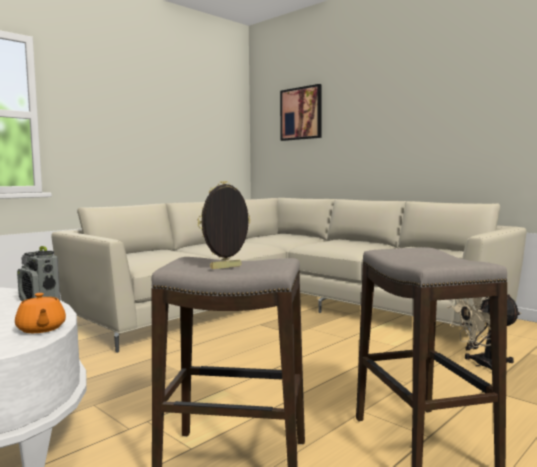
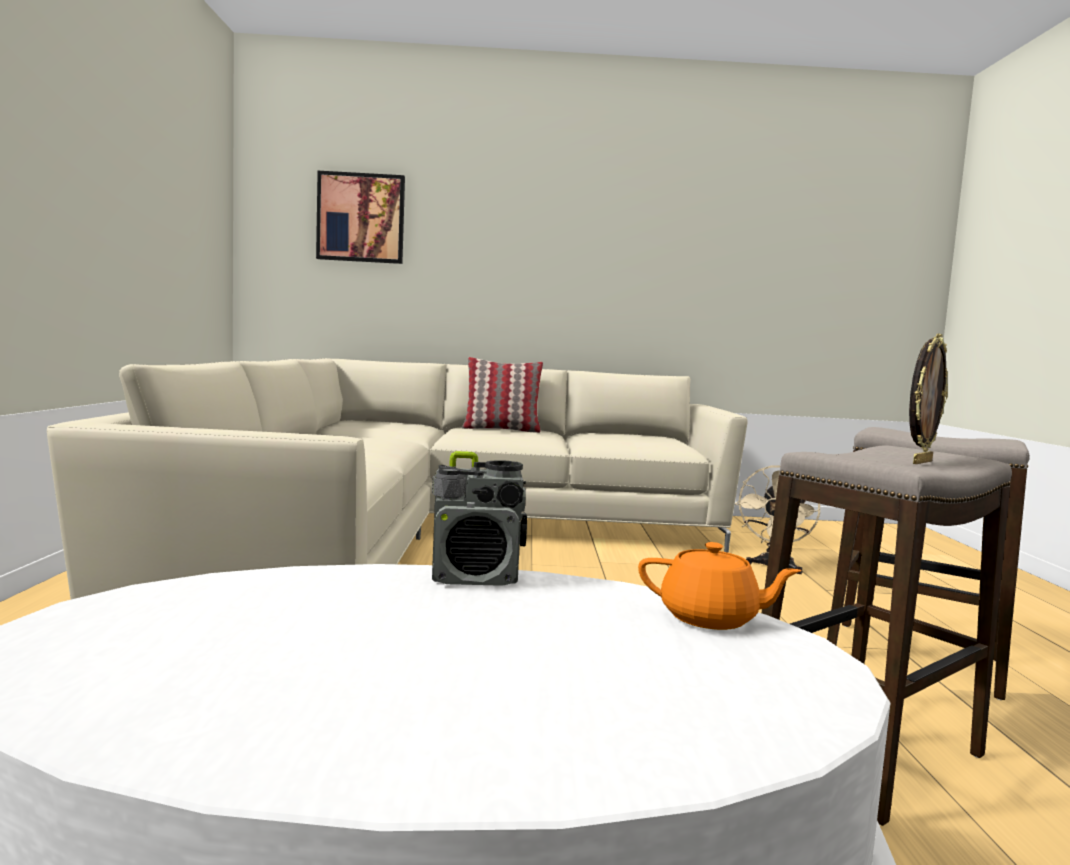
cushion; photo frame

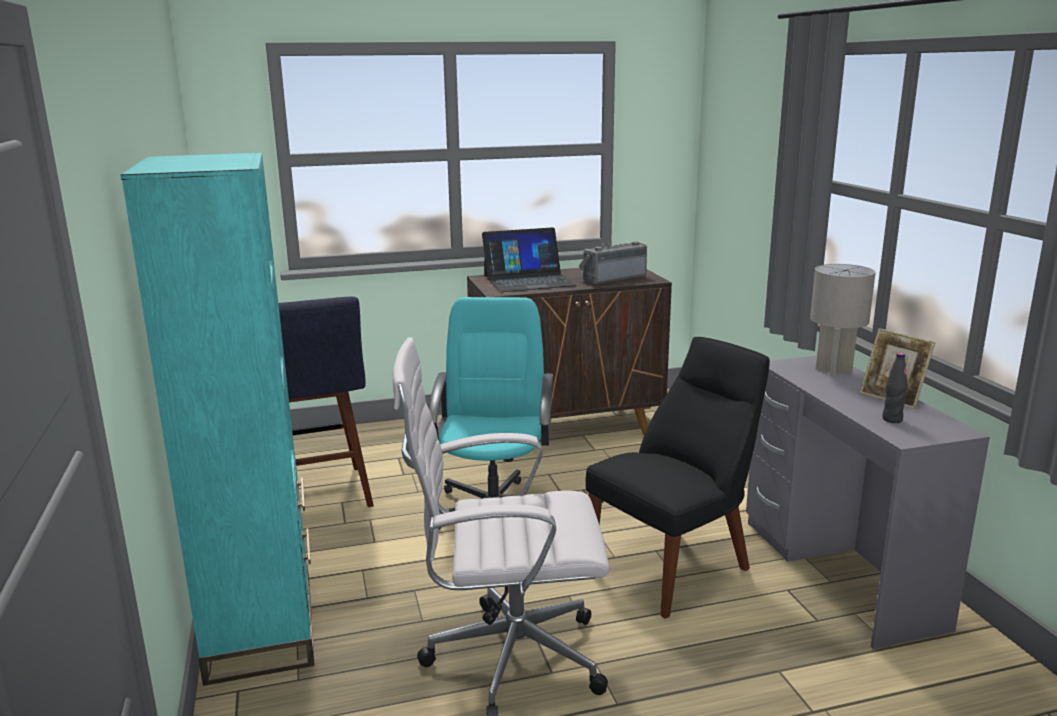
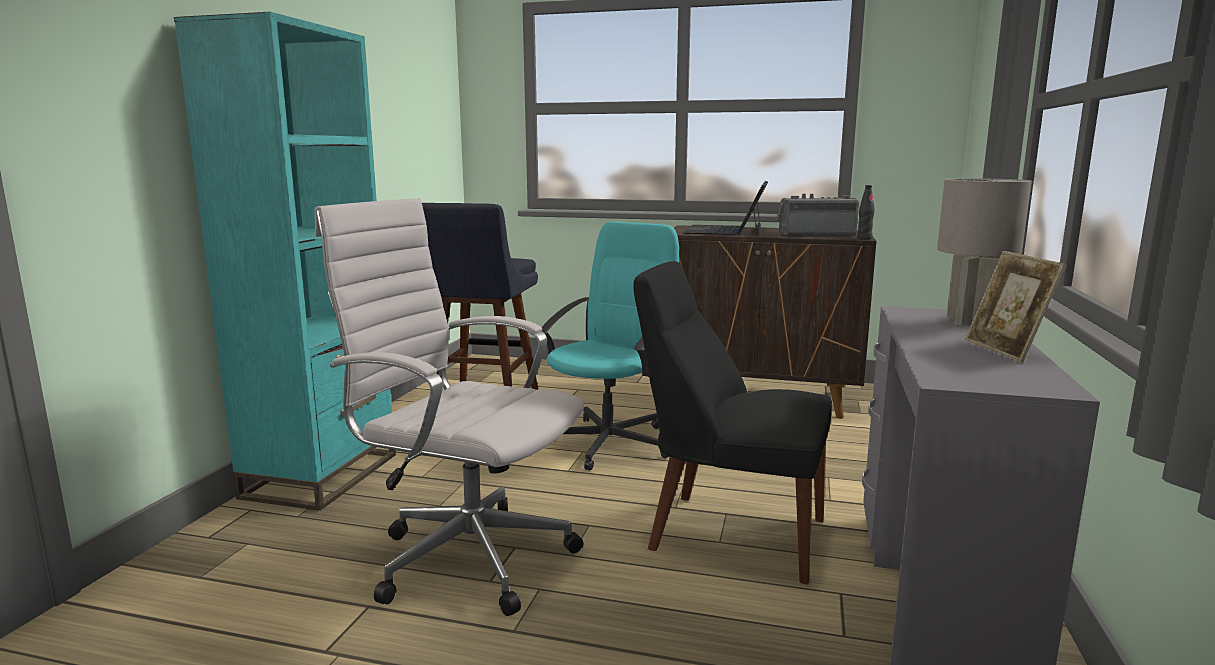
black-coloured drink bottle; portable computer; black-coloured chair

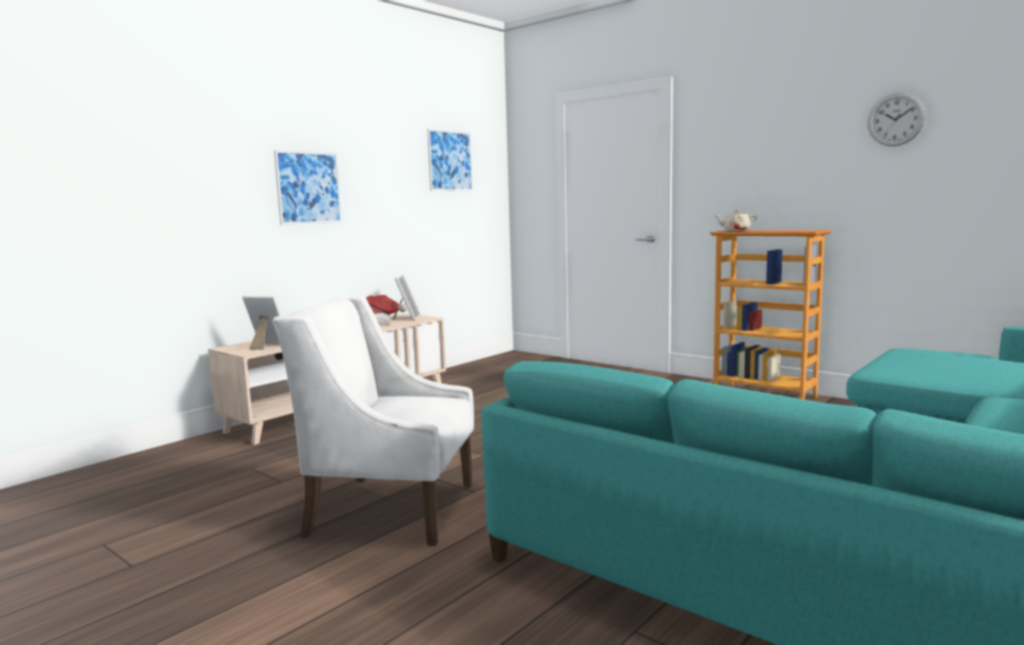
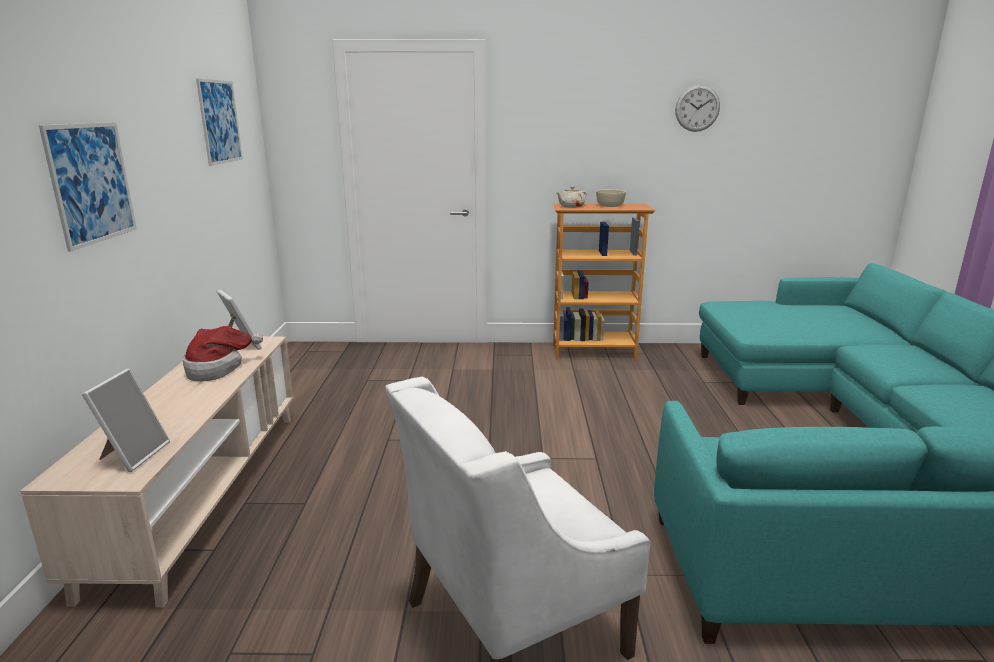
beige bowl; photo frame (1st from left)

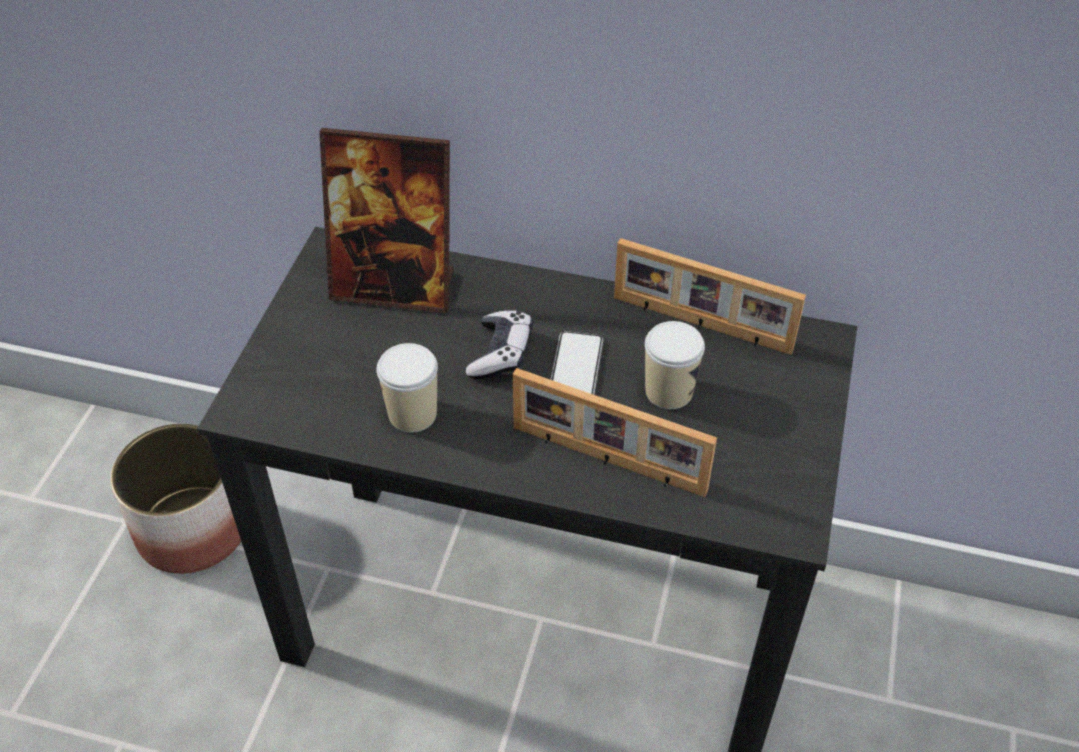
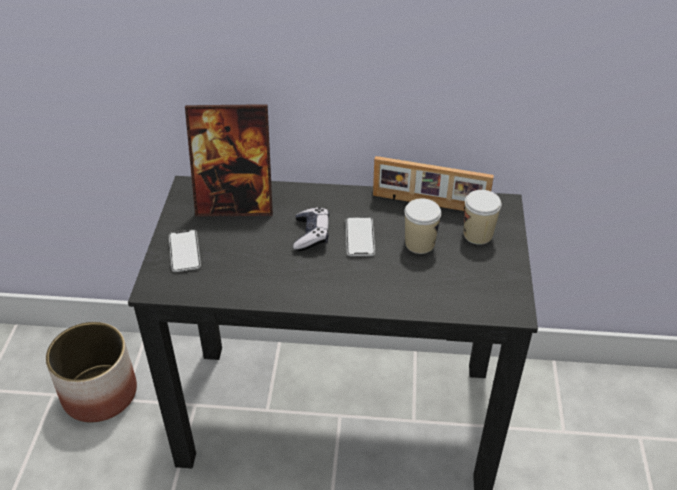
photo frame (2nd from left in the first image); telephone (1st from left); drinking cup (2nd from left)

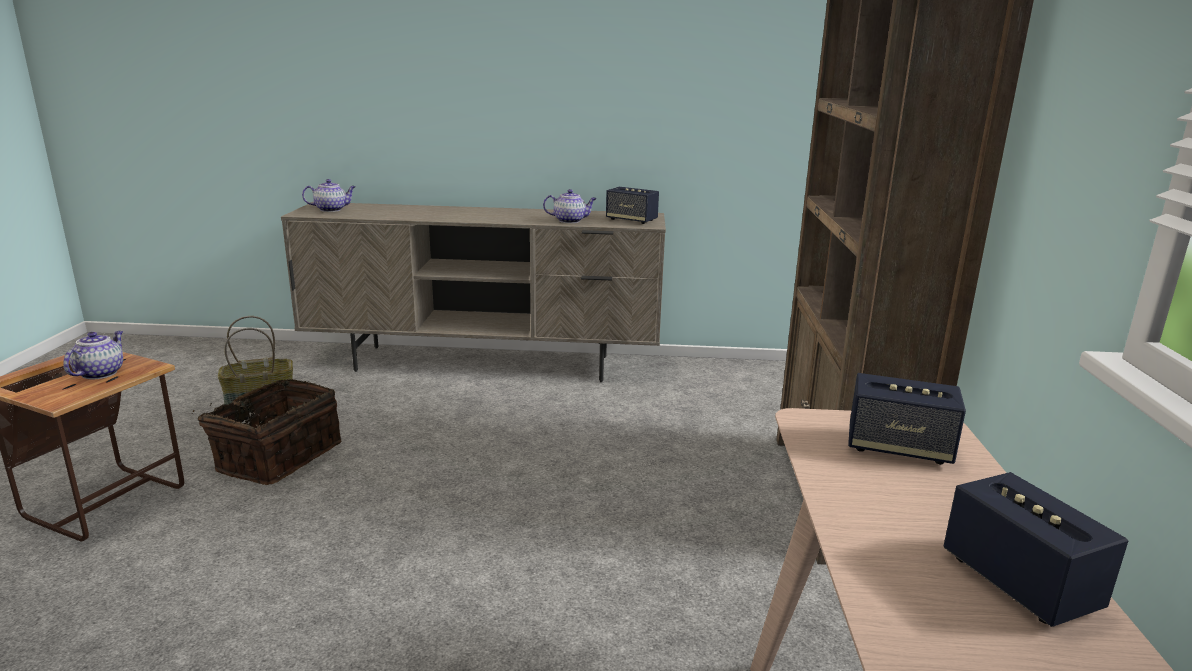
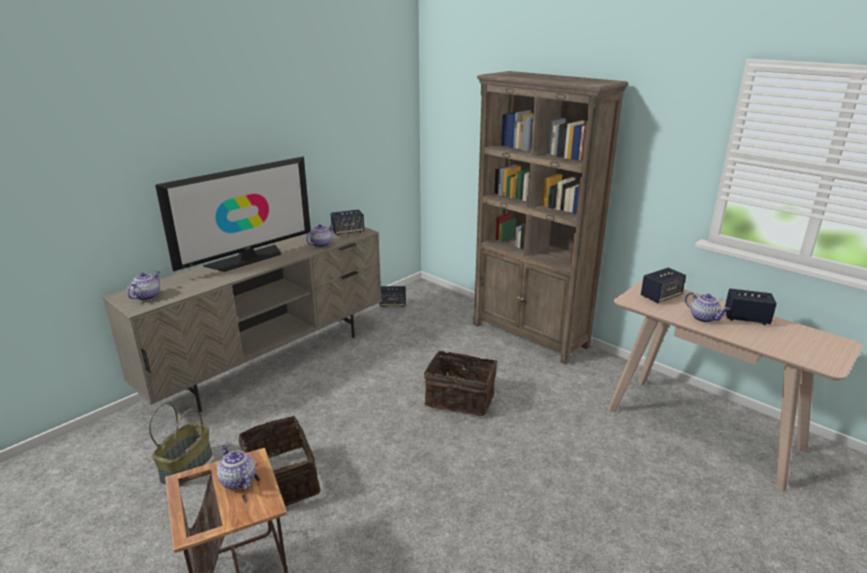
television; speaker (2nd from left); storage basket (3rd from left); tea pot (4th from left)

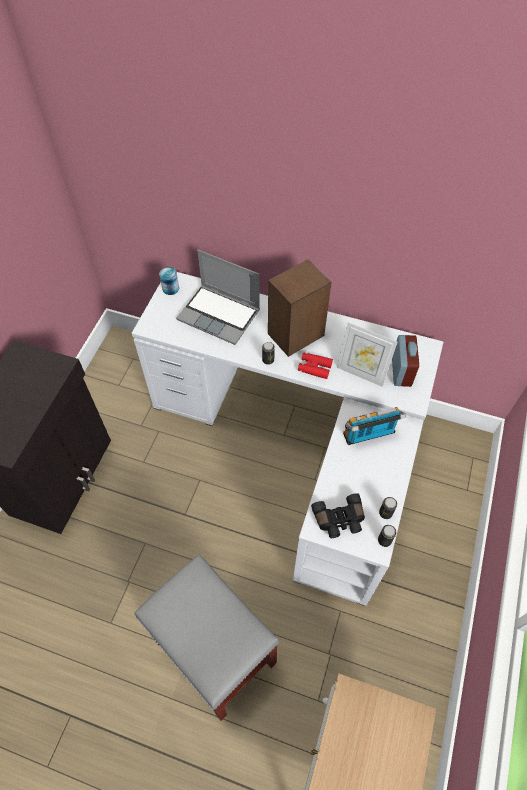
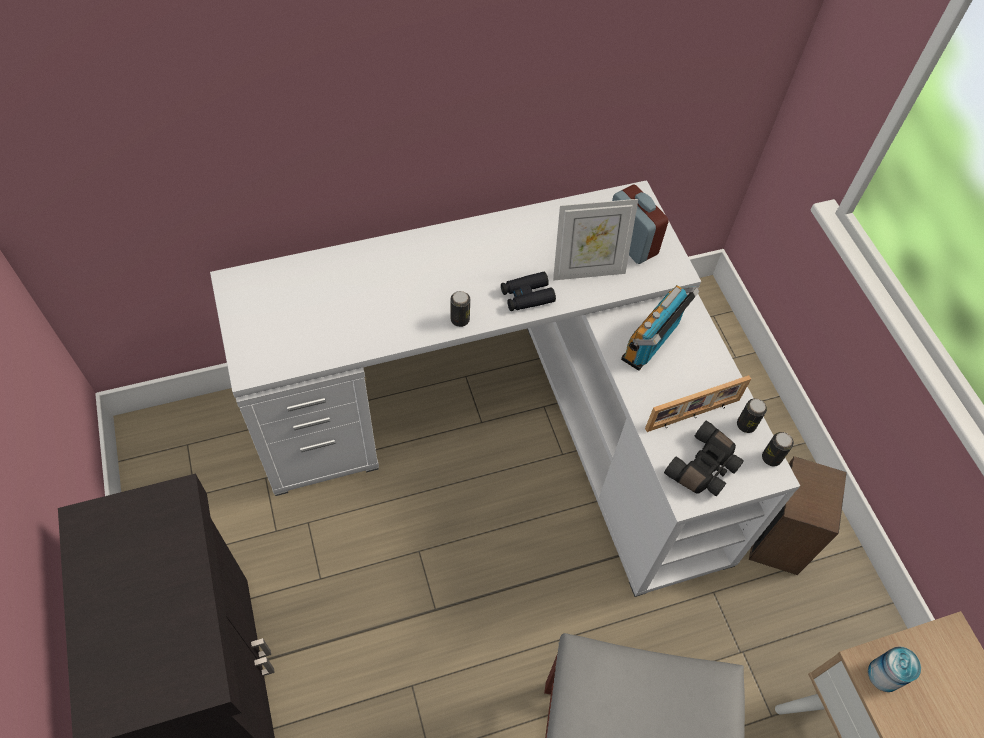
portable computer; photo frame (2nd from left); metal can (4th from left); speaker; black-coloured binoculars (1st from left)

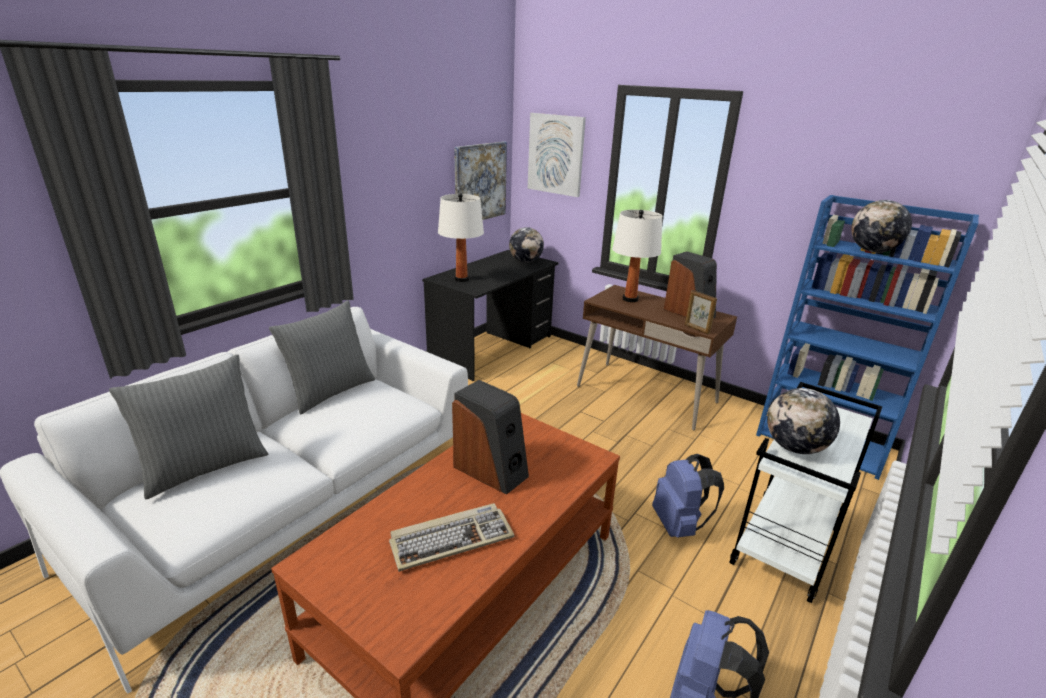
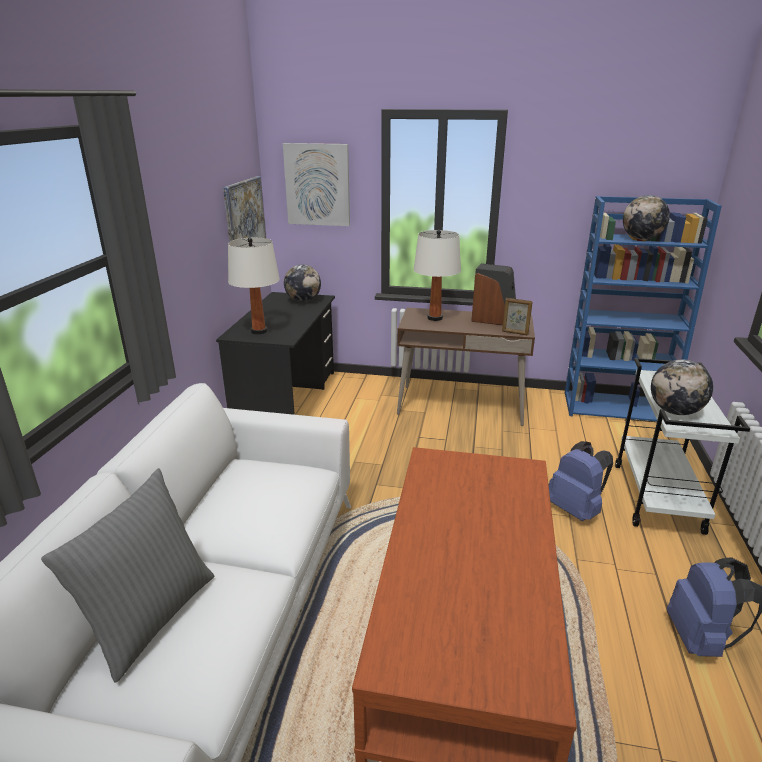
greyish cushion (2nd from left in the first image); computer keyboard; speaker (1st from left in the first image)

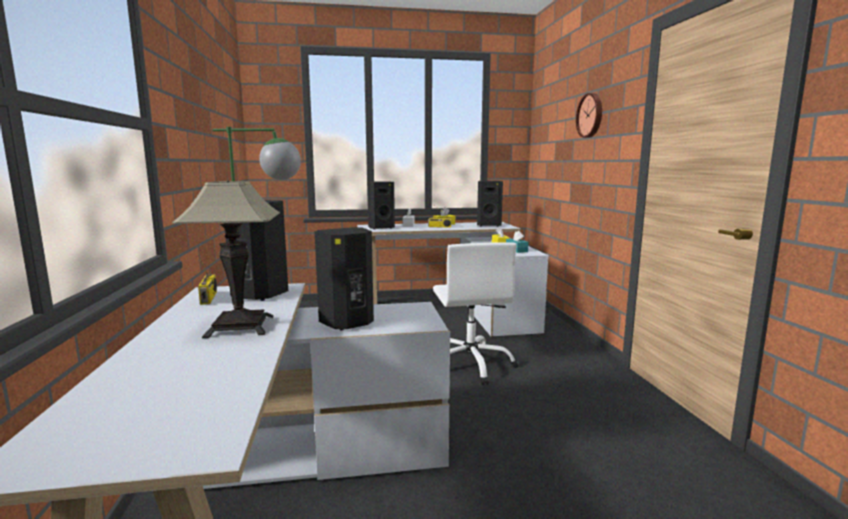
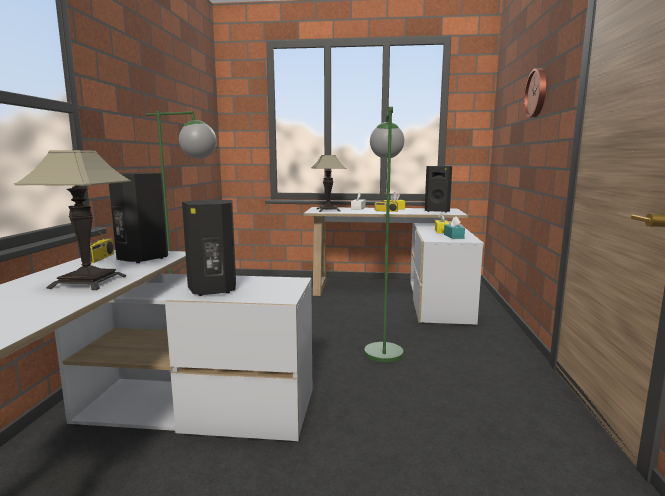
table lamp (2nd from left); greenish standing lamp (2nd from left)

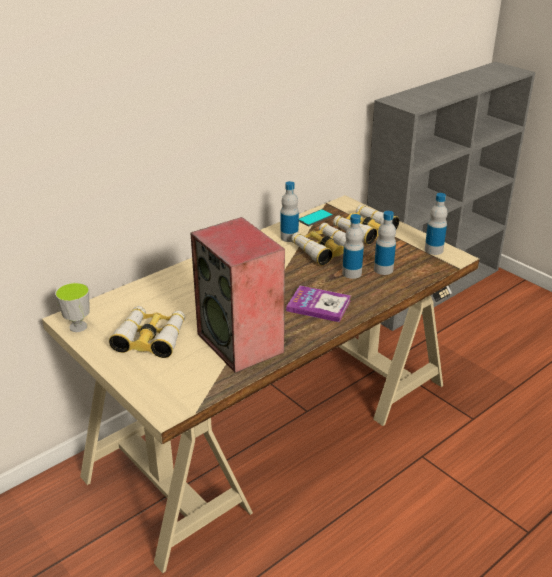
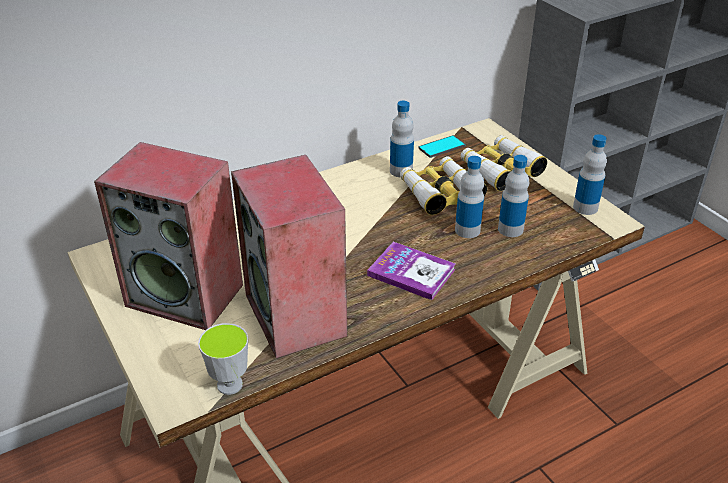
drinking cup; speaker (1st from left)

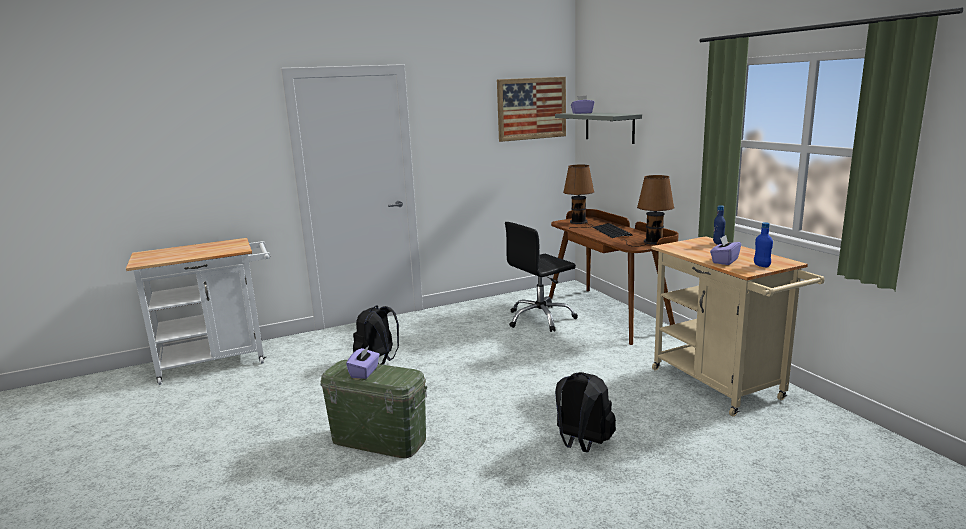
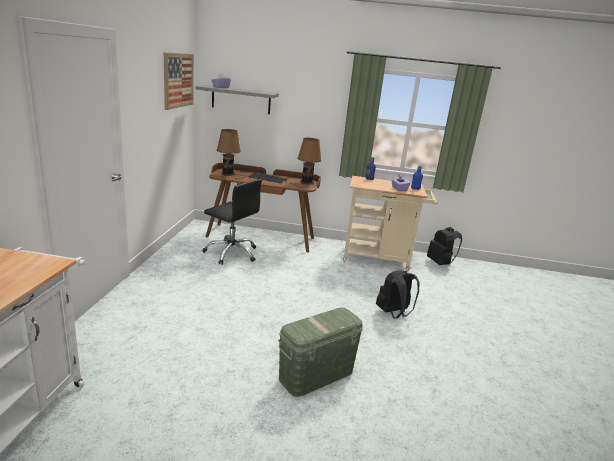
purple-coloured tissue holder (1st from left in the first image); black-coloured rucksack (2nd from left); black-coloured desk chair

